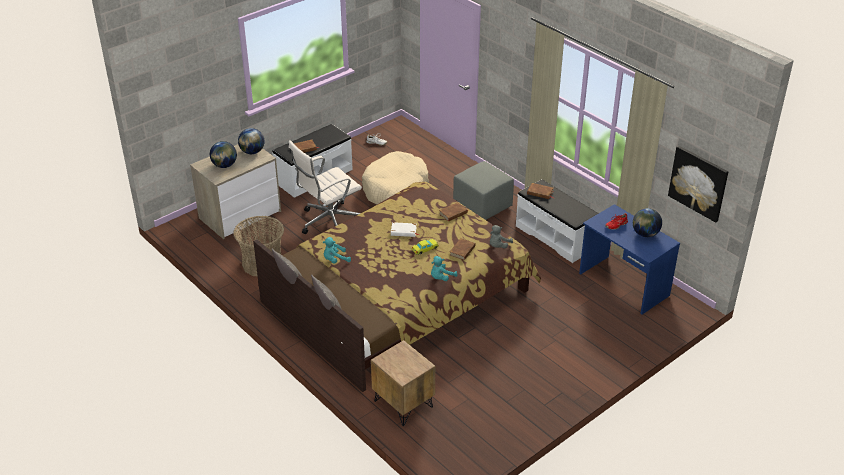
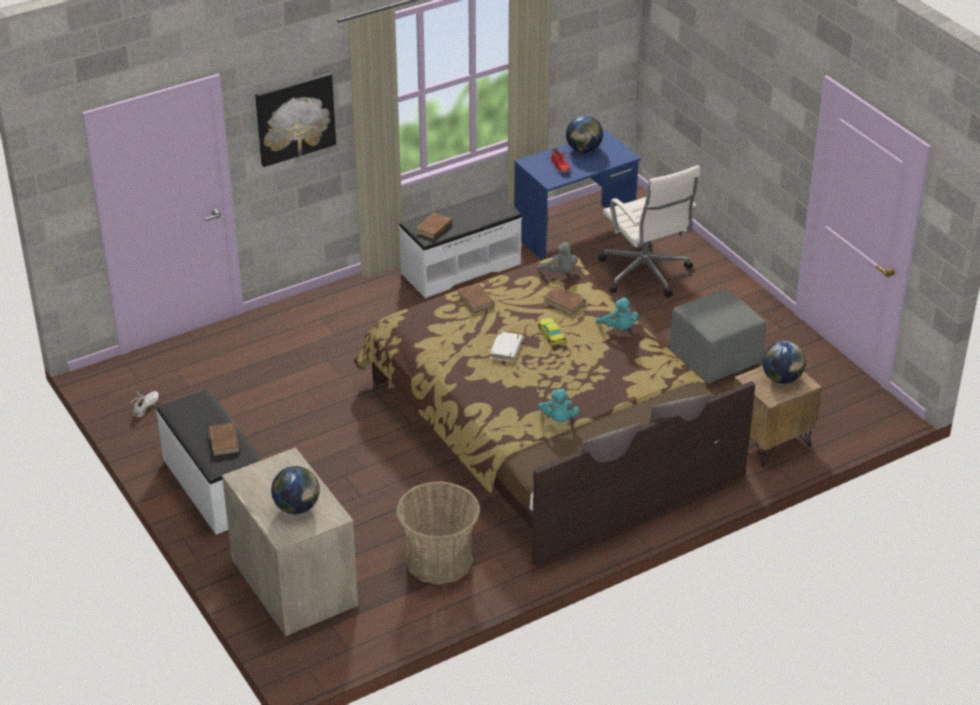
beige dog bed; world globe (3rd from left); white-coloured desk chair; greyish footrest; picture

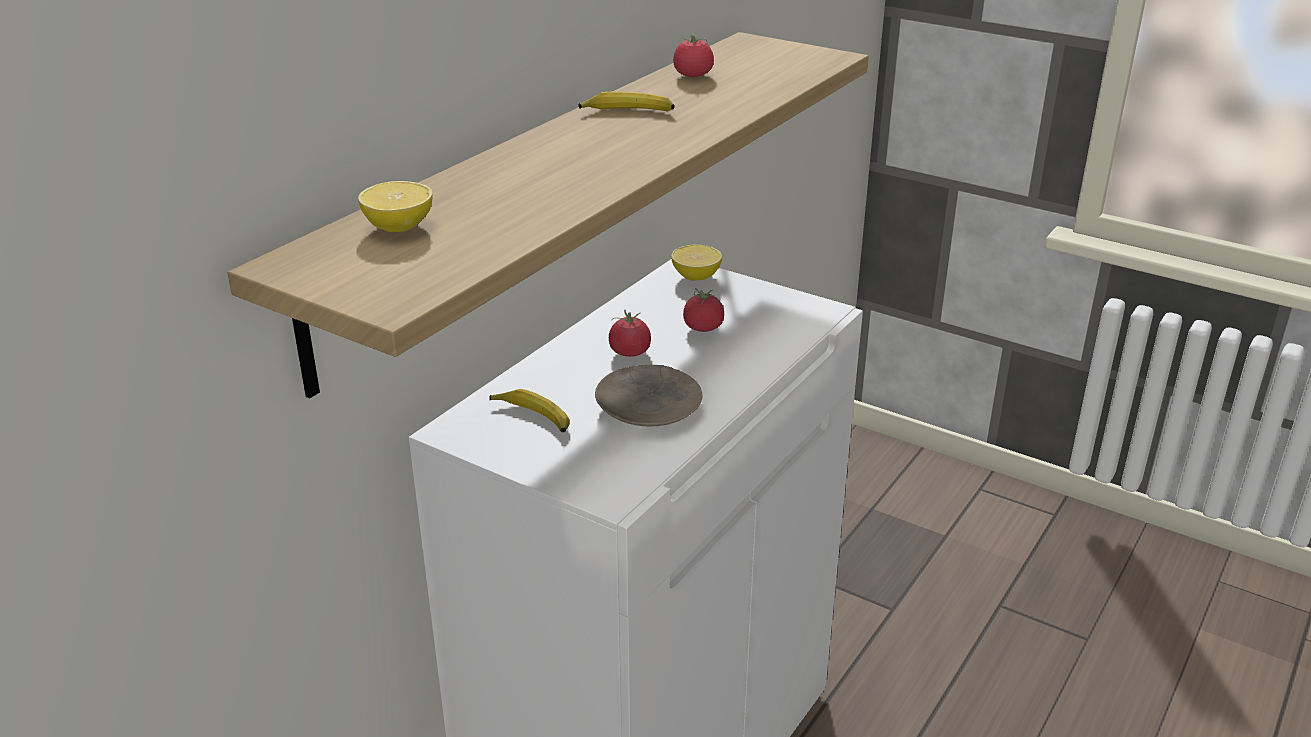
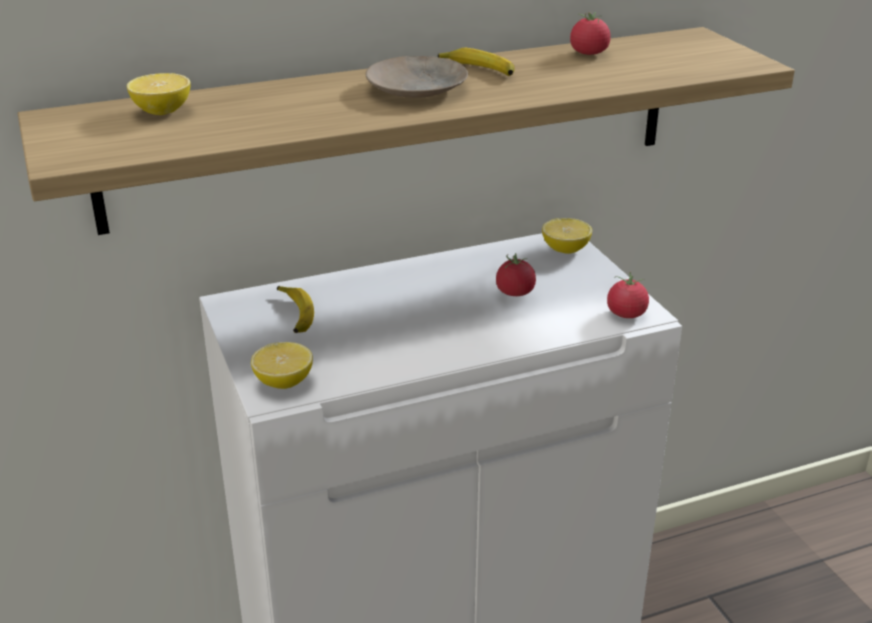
whole lemon (2nd from left); beige flat dish; fresh tomato (3rd from left)

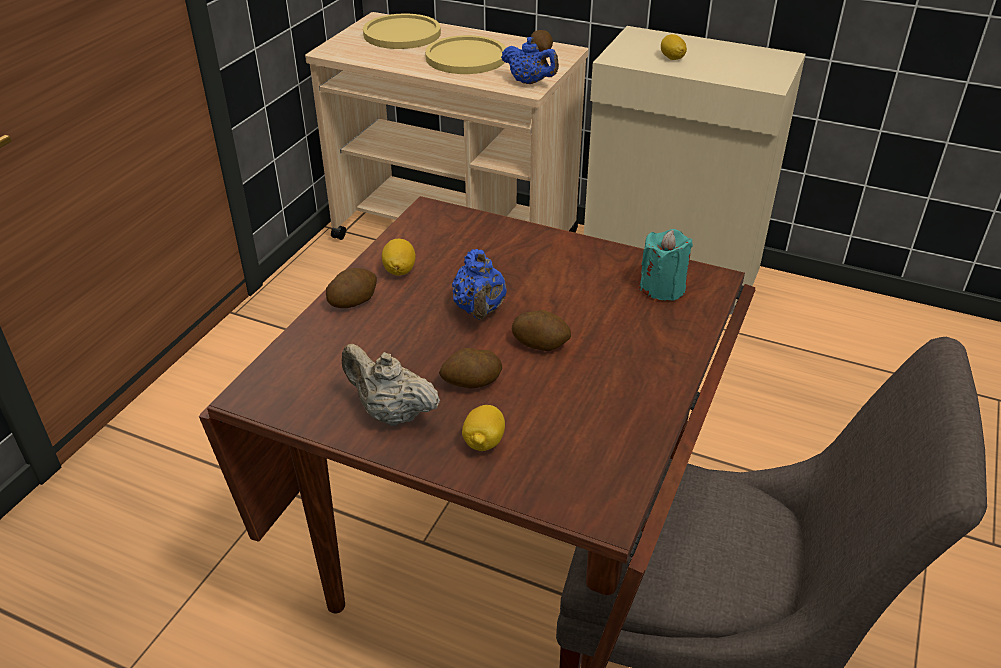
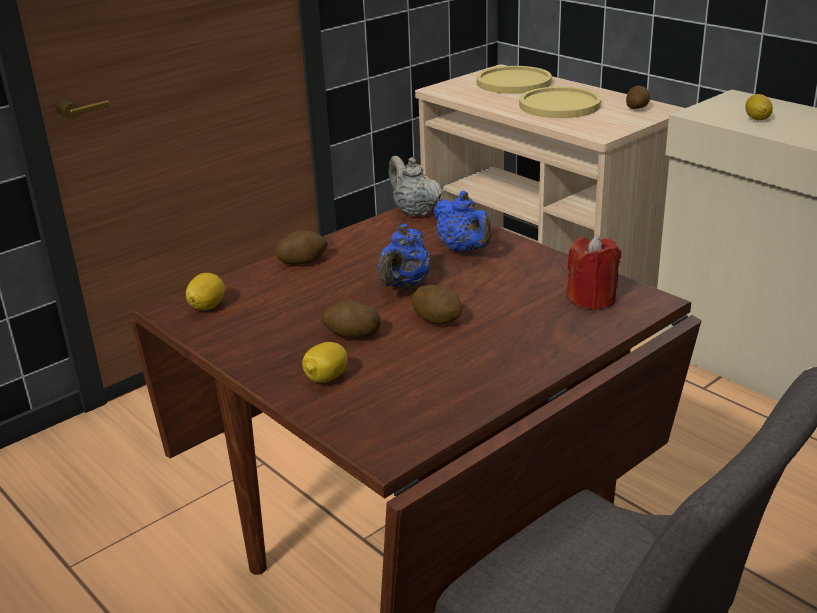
beige tea pot; whole lemon (1st from left); blue tea pot (2nd from left); reddish wax candle

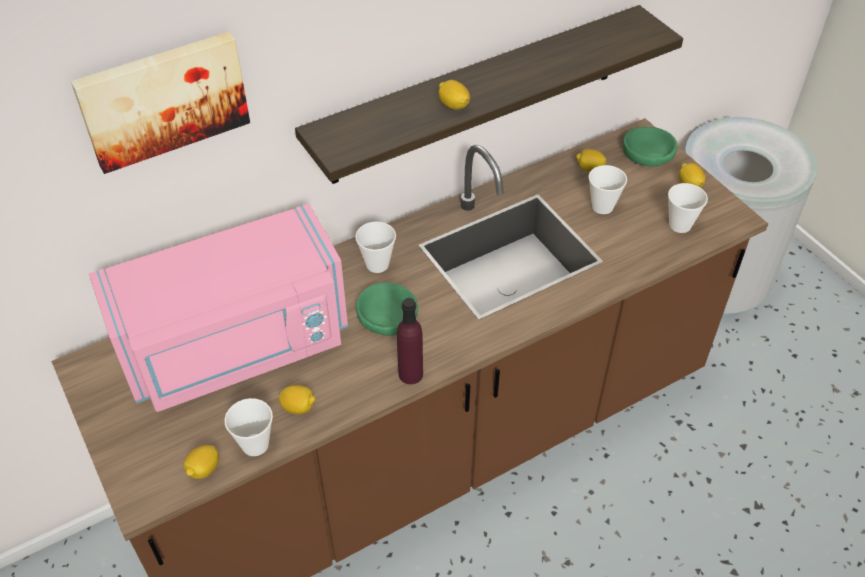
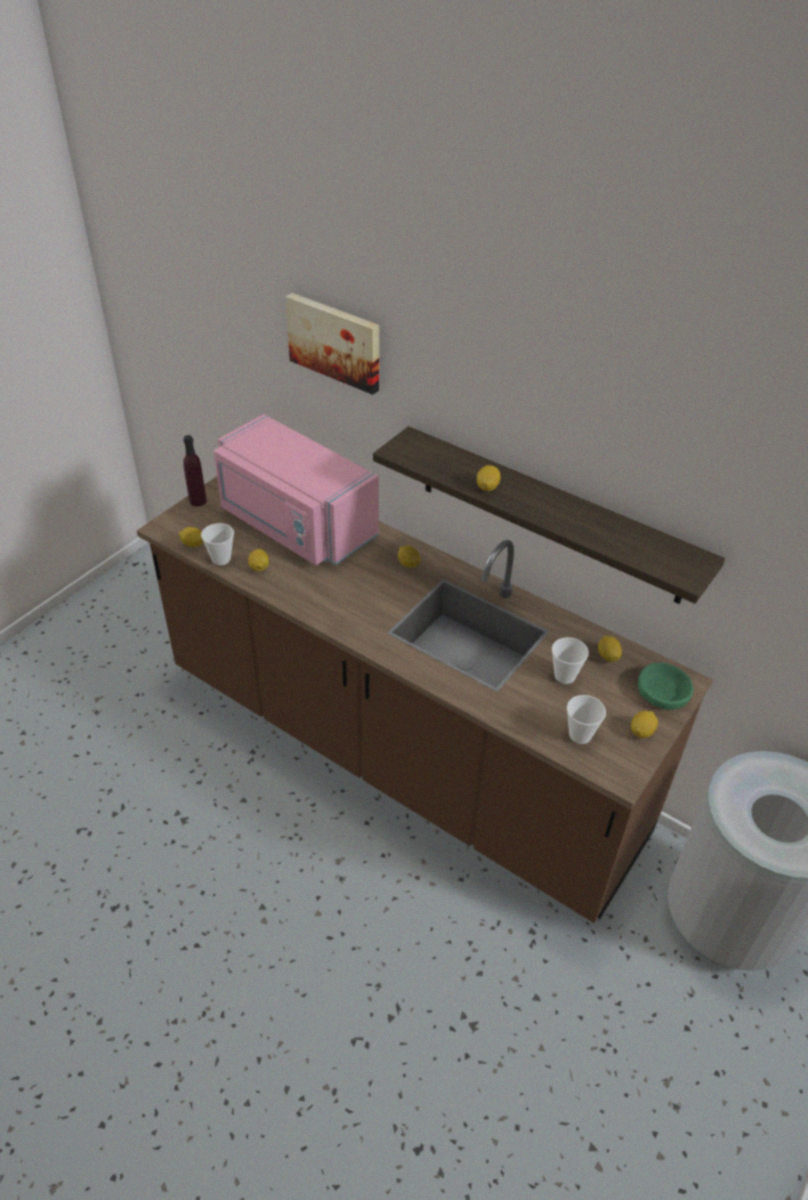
greenish bowl (1st from left in the first image); purple-coloured drink bottle; whole lemon (3rd from left)

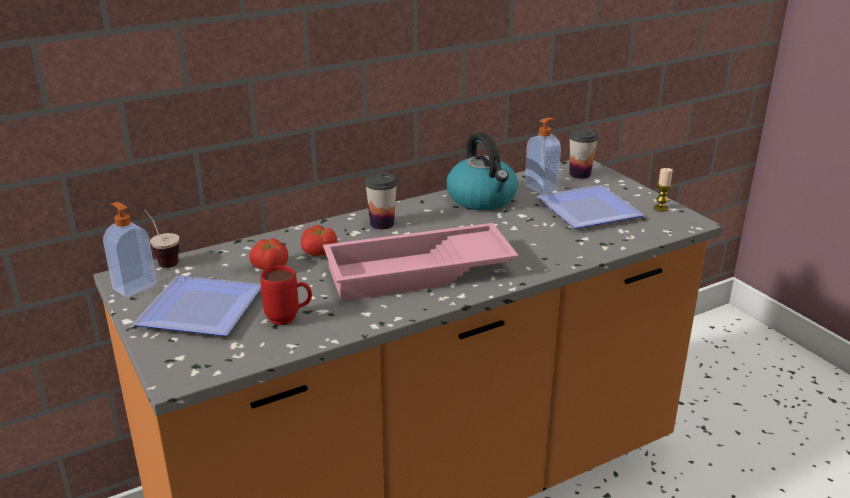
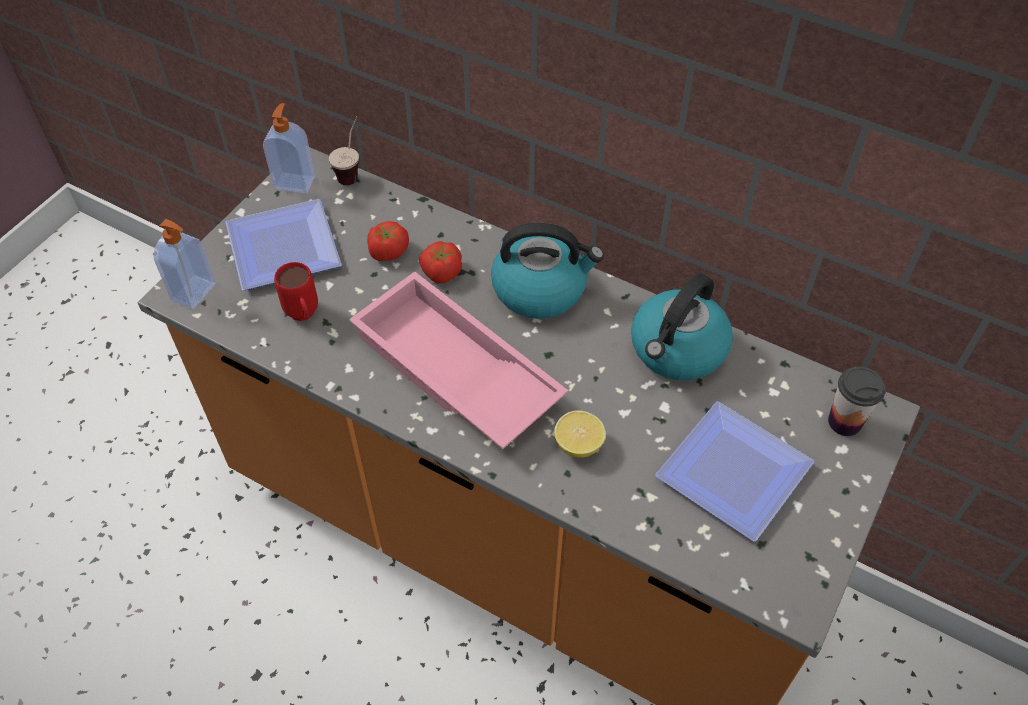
wax candle; whole lemon; soap dispenser (1st from left); kettle (1st from left)

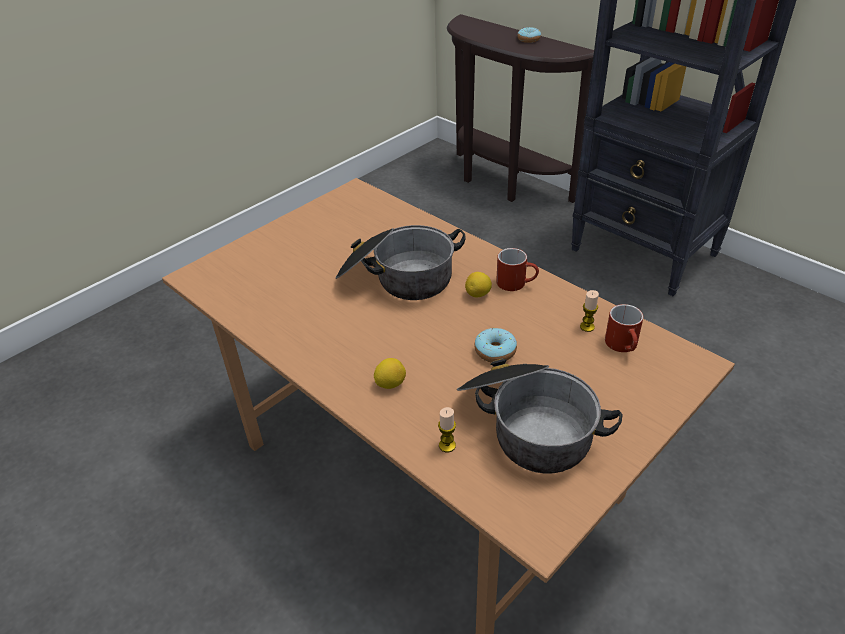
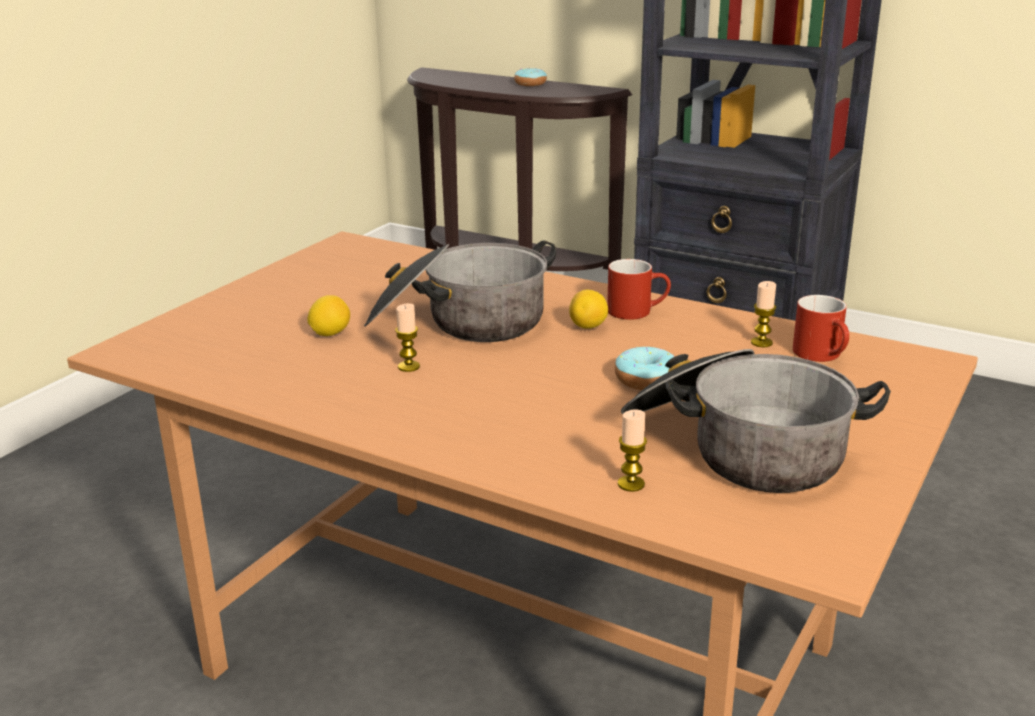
wax candle (1st from left); whole lemon (1st from left)

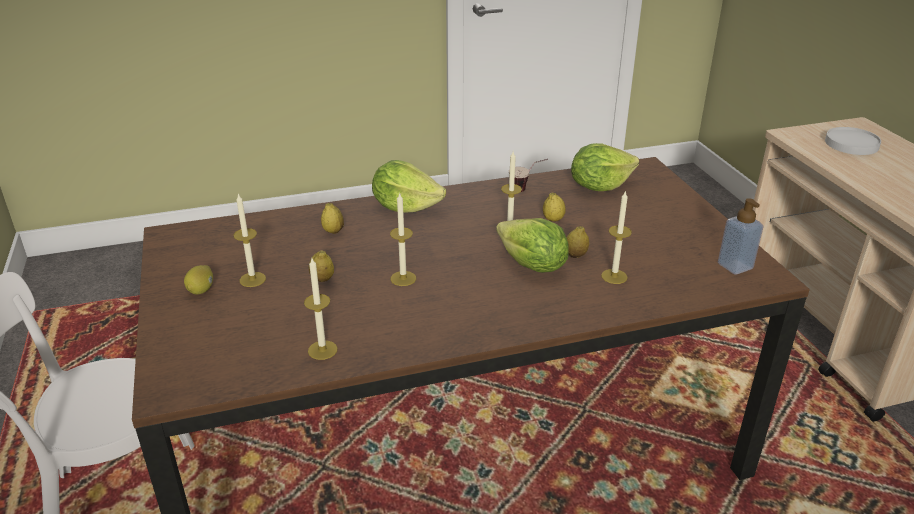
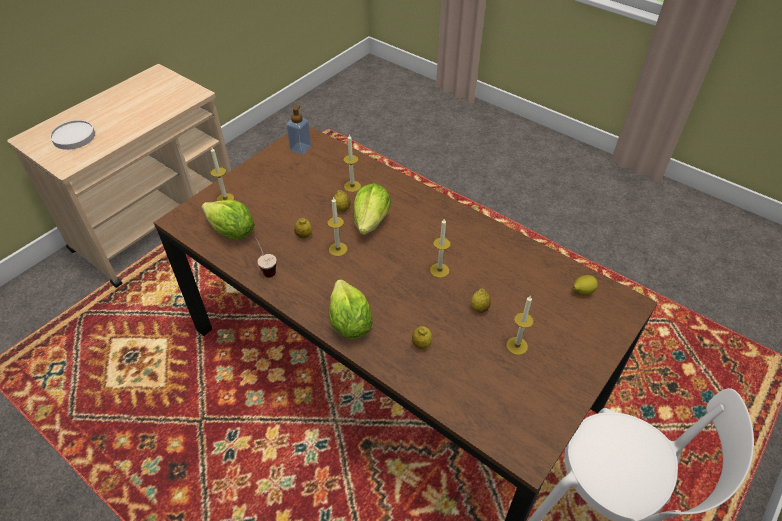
whole lemon (5th from left); wax candle (1st from left)

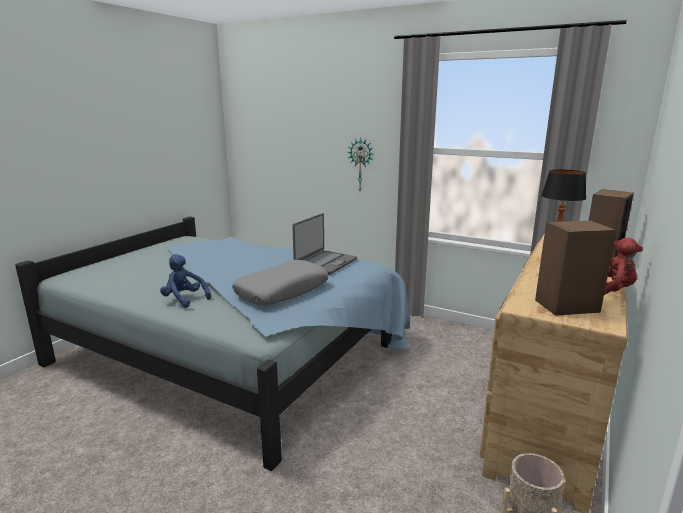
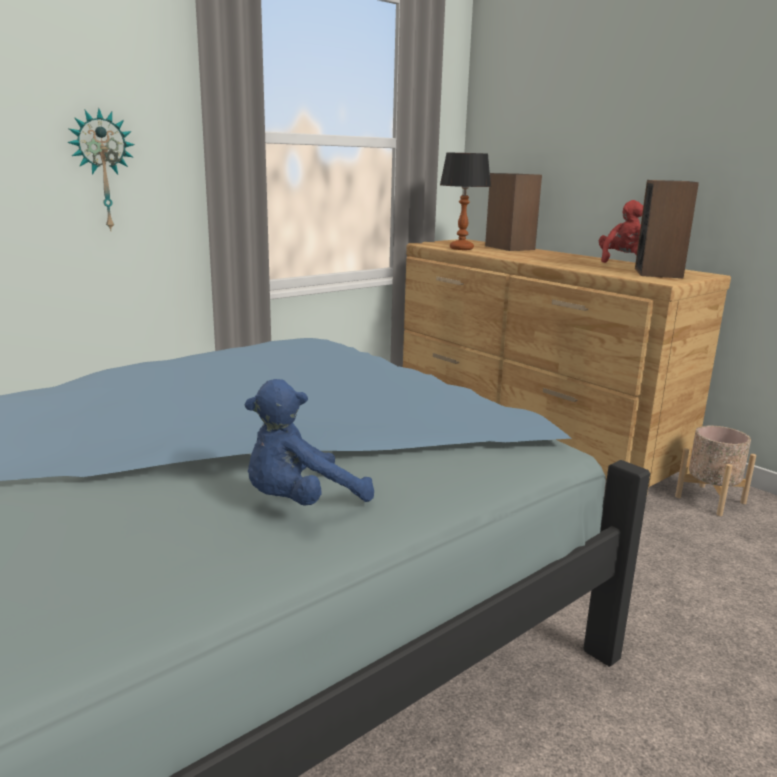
greyish cushion; portable computer

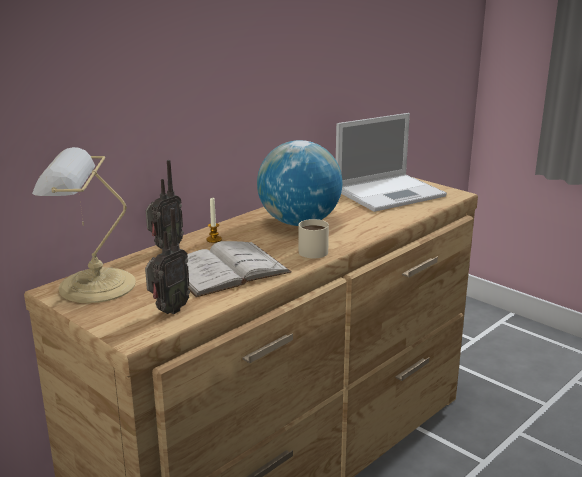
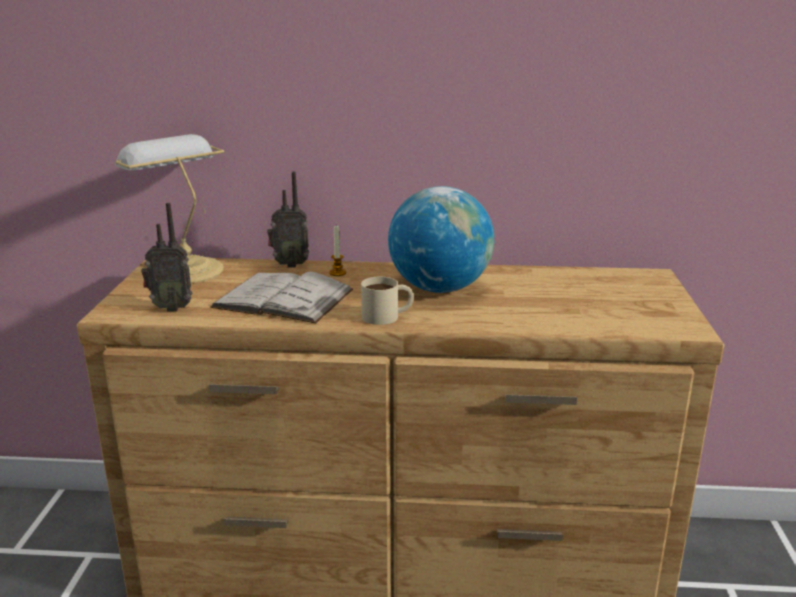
portable computer

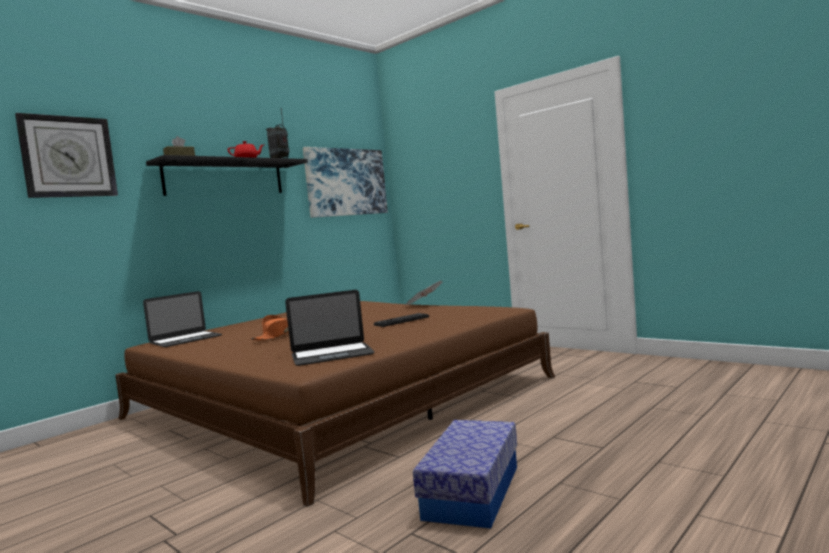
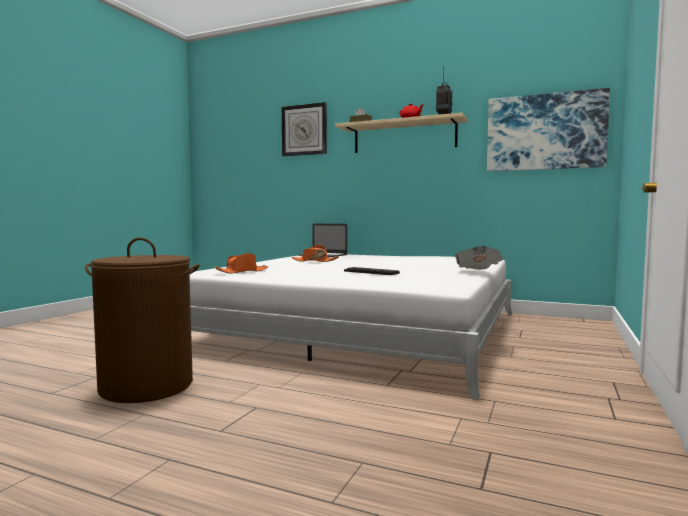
orangey wearable hat (1st from left); brown washing basket; white-coloured bedroom bed; beige shelf

